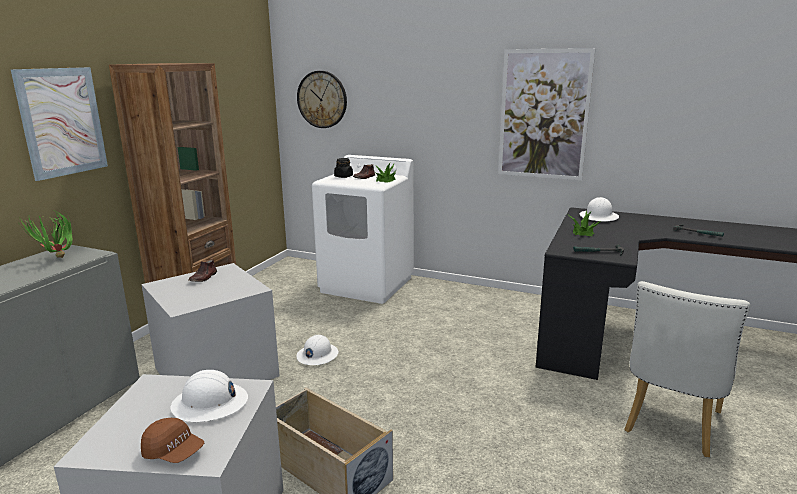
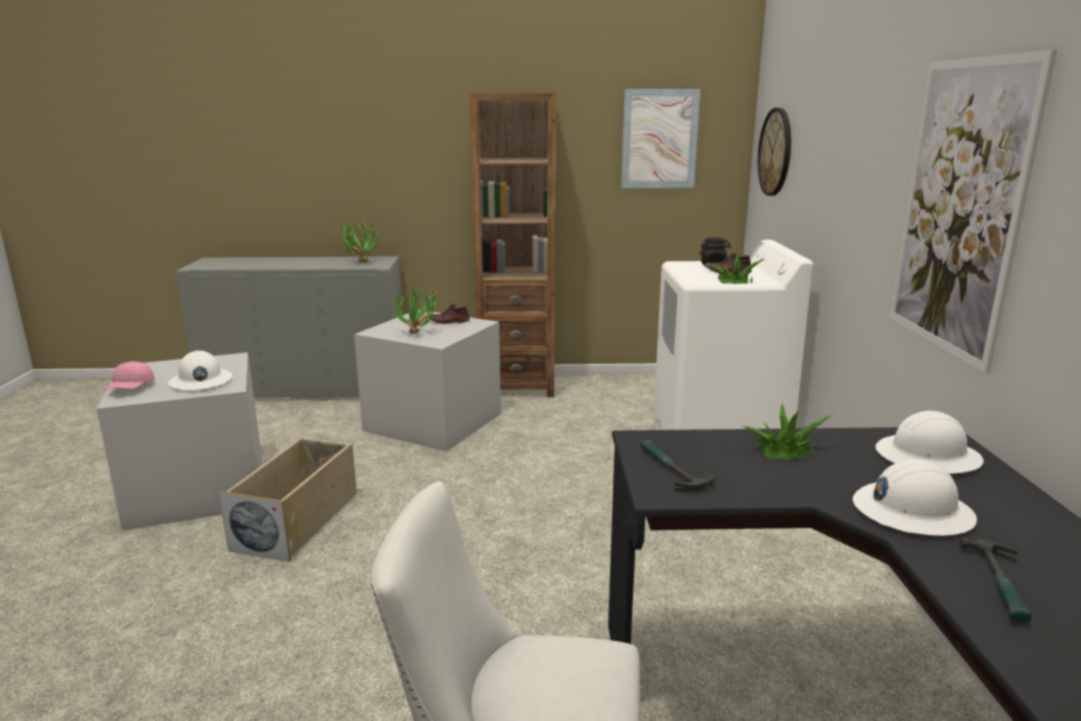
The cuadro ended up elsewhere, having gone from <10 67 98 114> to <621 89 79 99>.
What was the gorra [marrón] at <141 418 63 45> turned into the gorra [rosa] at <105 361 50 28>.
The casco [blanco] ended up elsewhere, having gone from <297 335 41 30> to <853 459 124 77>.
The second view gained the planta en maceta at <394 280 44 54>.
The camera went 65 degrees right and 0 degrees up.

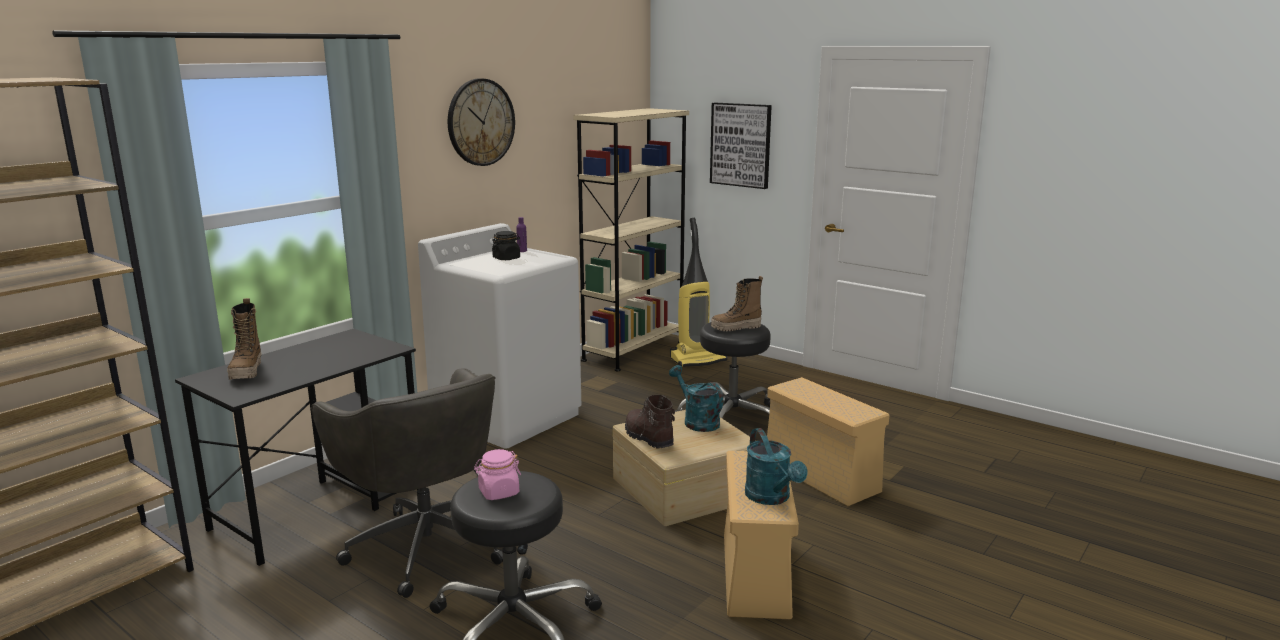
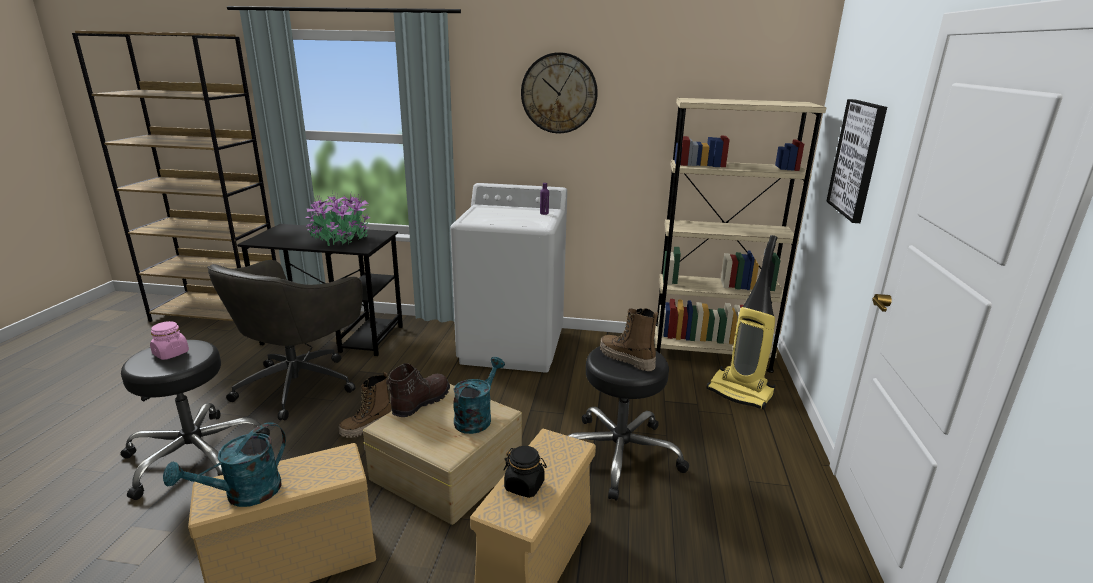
The bota ended up elsewhere, having gone from <227 298 34 82> to <339 372 53 66>.
The tarro [negro] ended up elsewhere, having gone from <492 231 28 29> to <503 446 44 52>.
The second view gained the planta en maceta at <305 192 66 54>.
The camera went 60 degrees right and 5 degrees up.

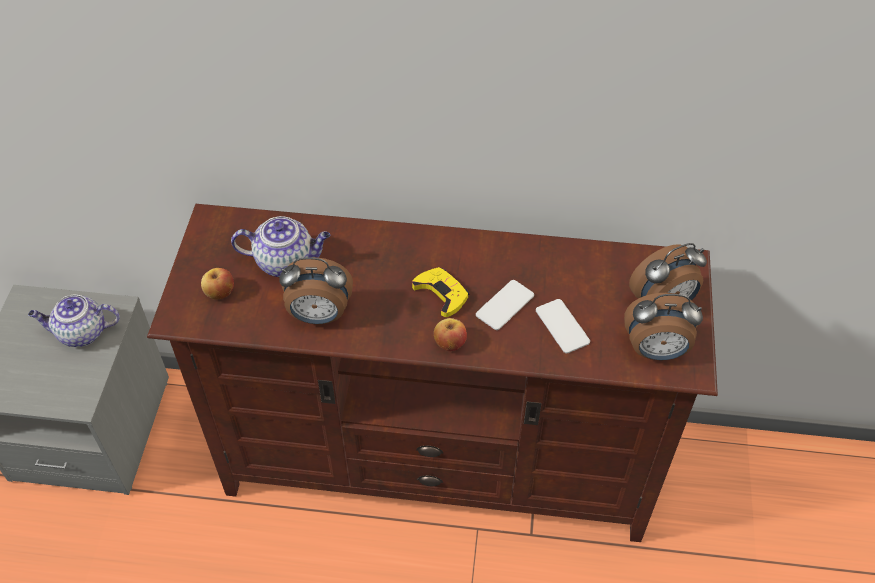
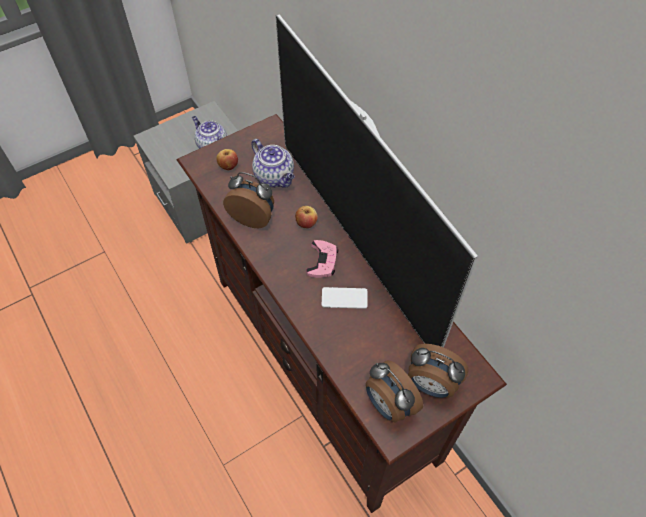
The despertador at <279 257 74 67> ended up facing another way, 150 degrees clockwise from before.
What was the mando de consola [amarillo] at <412 267 57 50> turned into the mando de consola [rosa] at <306 240 32 38>.
The manzana ended up elsewhere, having gone from <434 318 33 33> to <295 206 23 22>.
The second view lost the móvil at <536 299 54 54>.
The second view gained the televisor at <276 14 202 334>.
The camera went 50 degrees right and 5 degrees up.

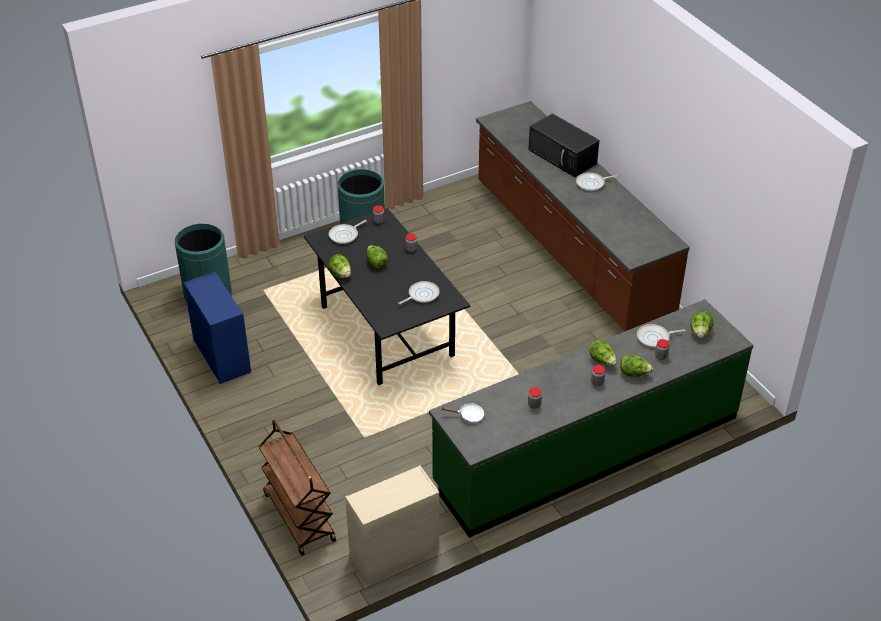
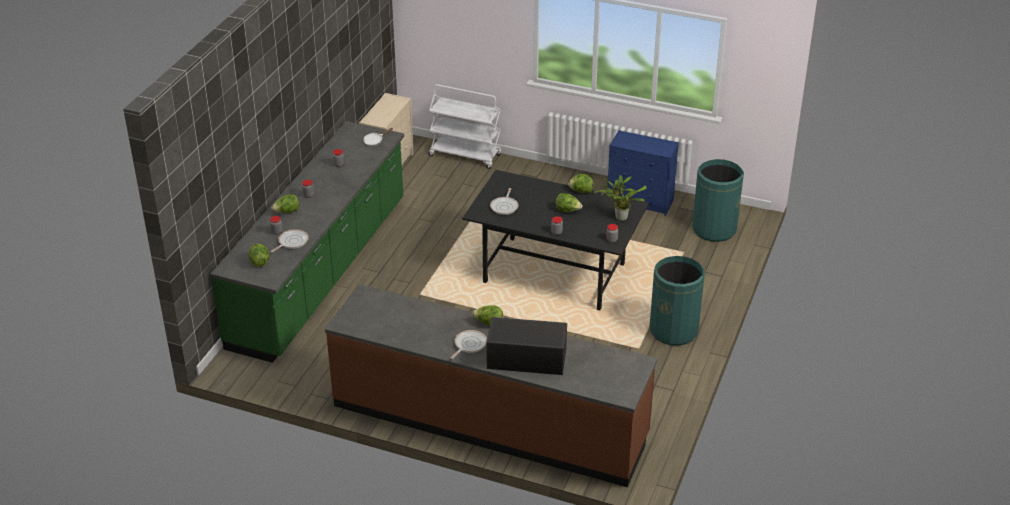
What was the carrito [marrón] at <258 420 78 136> turned into the carrito [blanco] at <428 84 74 85>.
Where the sartén stood at <329 220 38 24>, the planta en maceta came to stand at <594 175 53 46>.
The lechuga ended up elsewhere, having gone from <590 340 27 25> to <472 305 31 21>.
The camera went 140 degrees right and 5 degrees down.

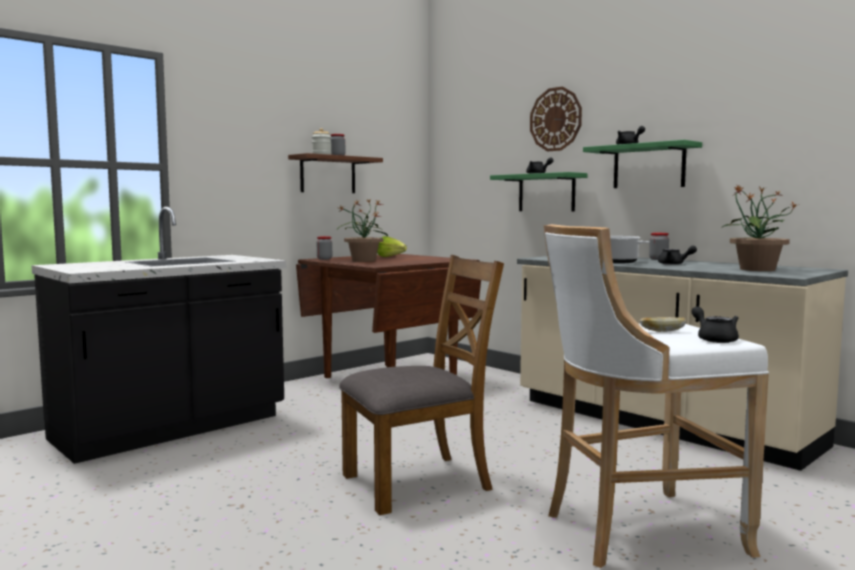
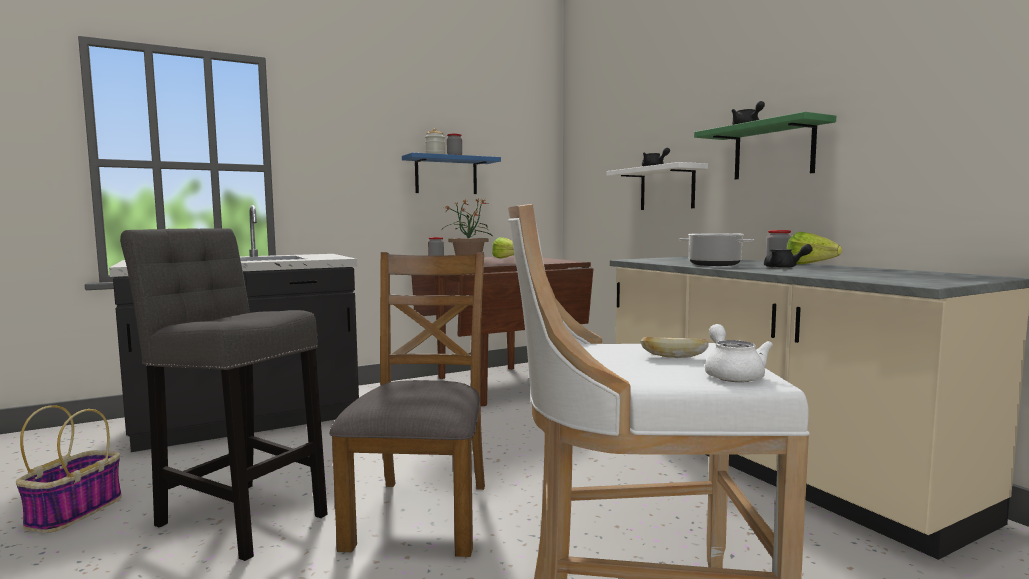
What was the estante [marrón] at <288 153 95 40> turned into the estante [azul] at <402 153 99 41>.
The silla [marrón] at <339 255 165 260> ended up facing another way, 75 degrees counterclockwise from before.
What was the estante [verde] at <490 172 98 40> turned into the estante [blanco] at <607 162 101 48>.
The second view lost the reloj de pared at <530 87 52 64>.
What was the tetera [negro] at <692 306 47 37> turned into the tetera [blanco] at <705 324 68 58>.
The second view lost the planta en maceta at <721 186 79 85>.
The second view gained the cesta at <16 405 106 128>.
The second view gained the taburete [gris] at <120 228 208 333>.
The second view gained the lechuga at <787 232 55 32>.
The camera went 15 degrees right and 0 degrees up.

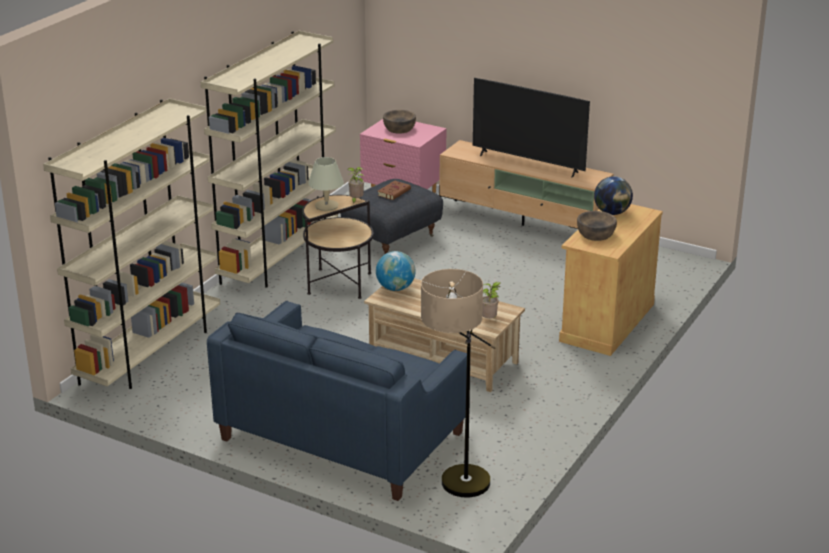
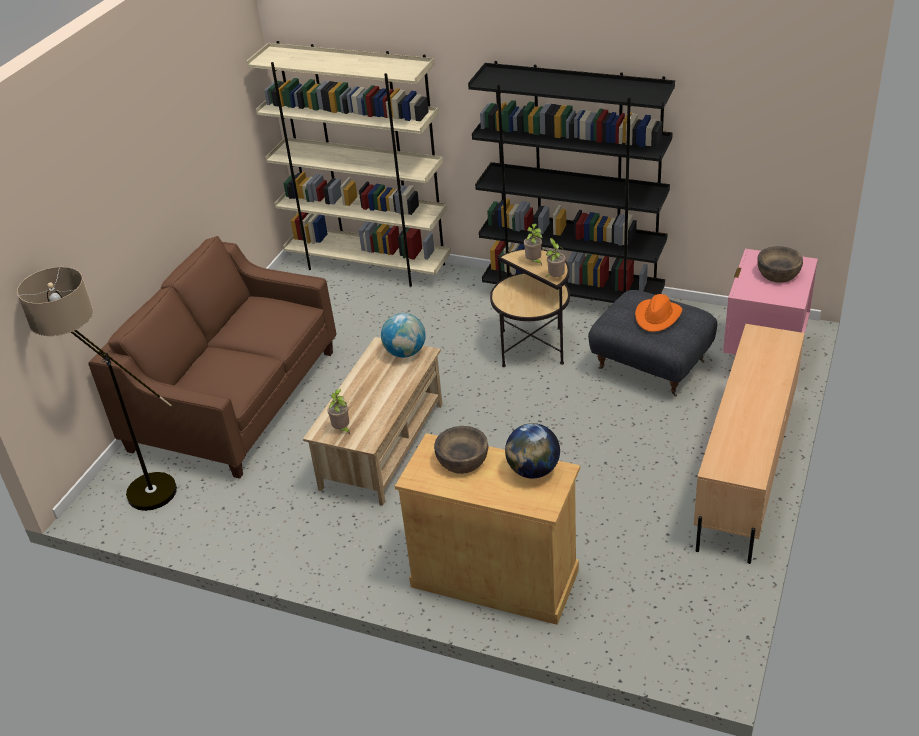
What was the estantería [beis] at <201 31 137 257> turned into the estantería [negro] at <468 61 207 242>.
What was the sofá [azul] at <207 301 263 200> turned into the sofá [marrón] at <88 236 248 243>.
Where the lámpara de mesa [beis] stood at <308 157 36 54>, the planta en maceta came to stand at <524 224 18 41>.
Where the libro [marrón] stood at <377 181 34 19>, the sombrero [naranja] came to stand at <635 294 47 38>.
The second view lost the televisor at <473 78 117 99>.
The camera went 85 degrees right and 10 degrees up.

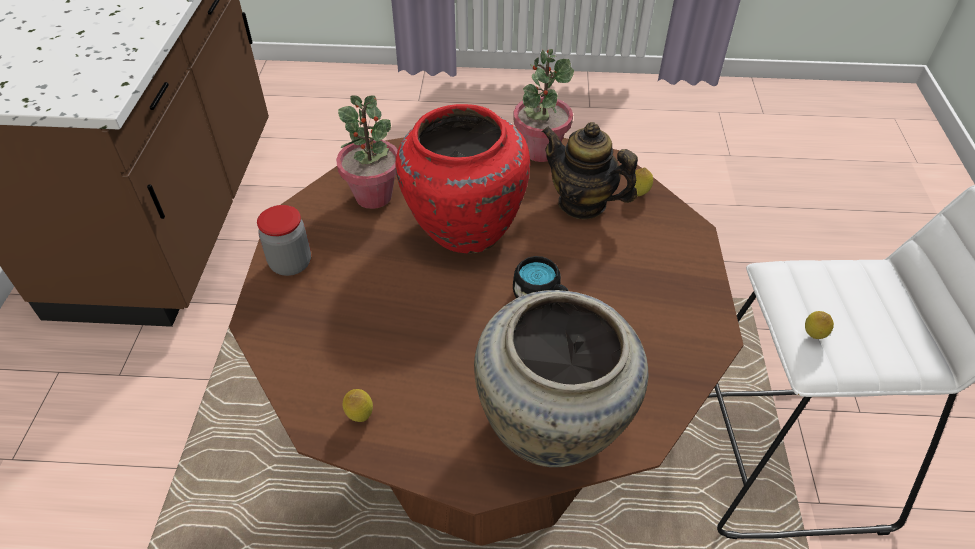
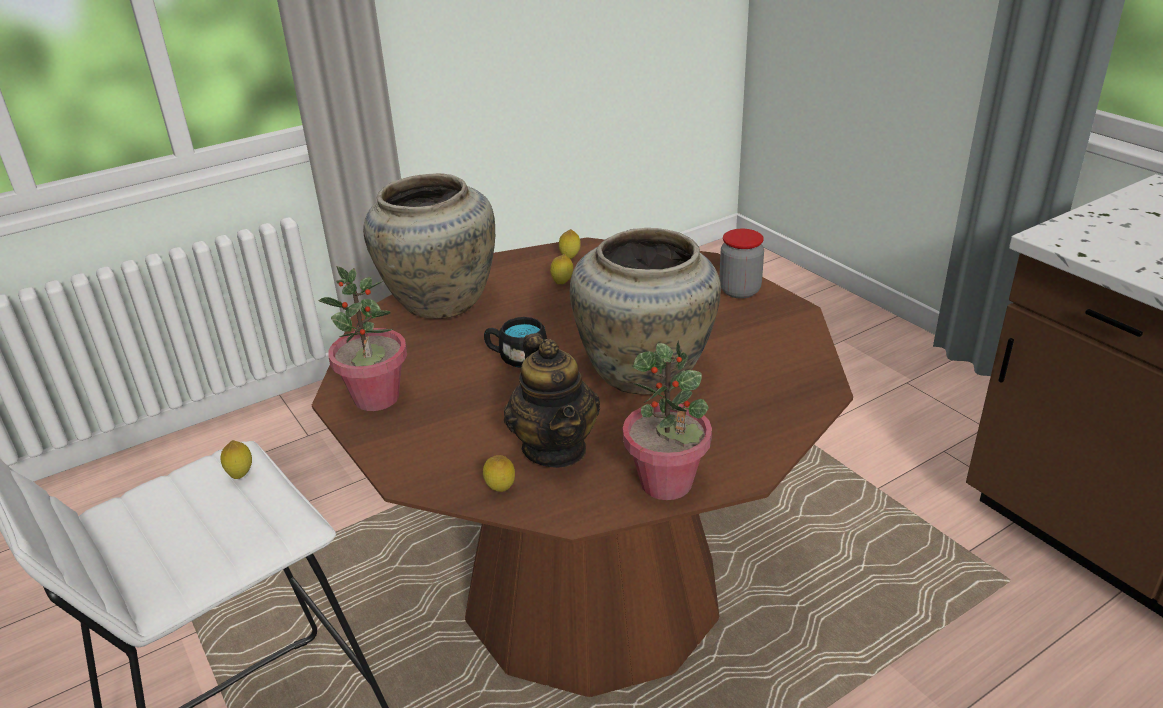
The planta en maceta ended up elsewhere, having gone from <336 96 62 113> to <319 266 88 145>.
What was the florero [rojo] at <396 104 134 150> turned into the florero [beis] at <570 228 151 167>.
The tetera at <542 122 96 97> ended up facing another way, 75 degrees clockwise from before.
The second view gained the limón at <550 254 23 30>.
The camera went 145 degrees right and 15 degrees down.

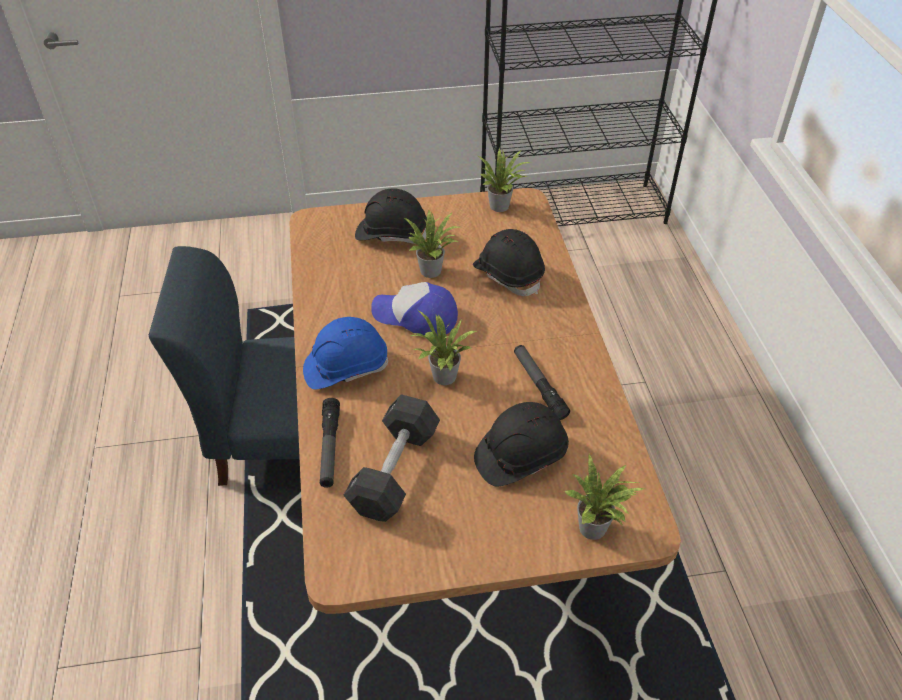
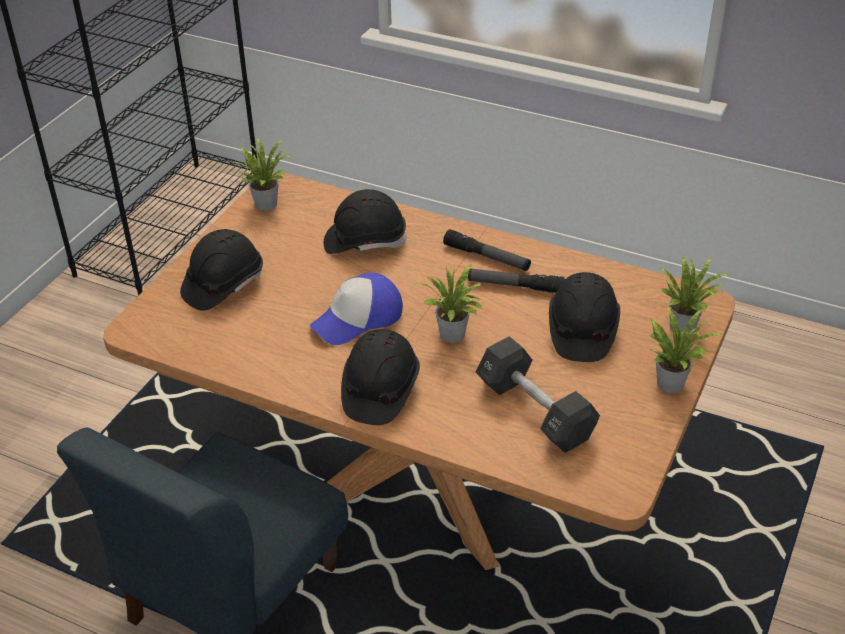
What was the casco [azul] at <303 317 85 72> turned into the casco [negro] at <341 329 79 96>.
The linterna ended up elsewhere, having gone from <320 398 20 90> to <443 229 88 42>.
The planta en maceta ended up elsewhere, having gone from <405 209 55 69> to <649 304 75 89>.
The camera went 55 degrees left and 5 degrees down.

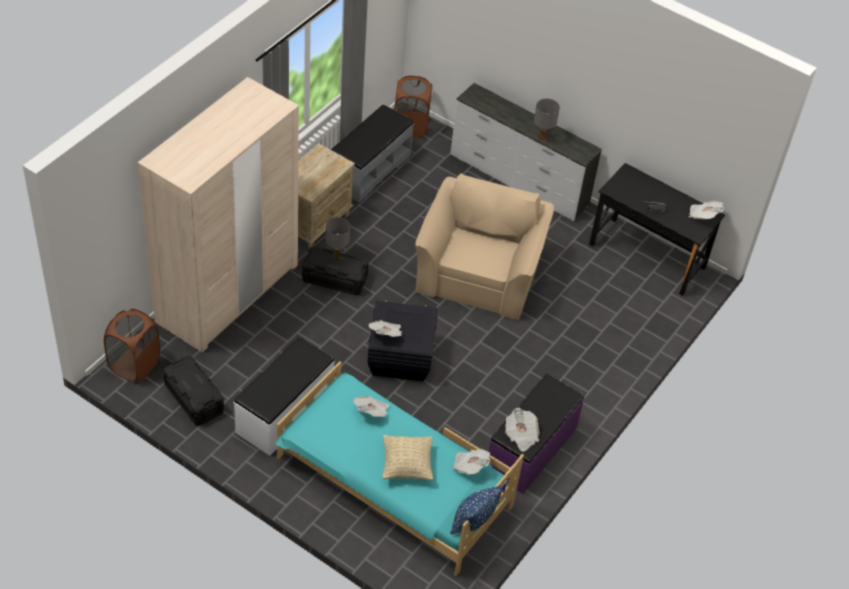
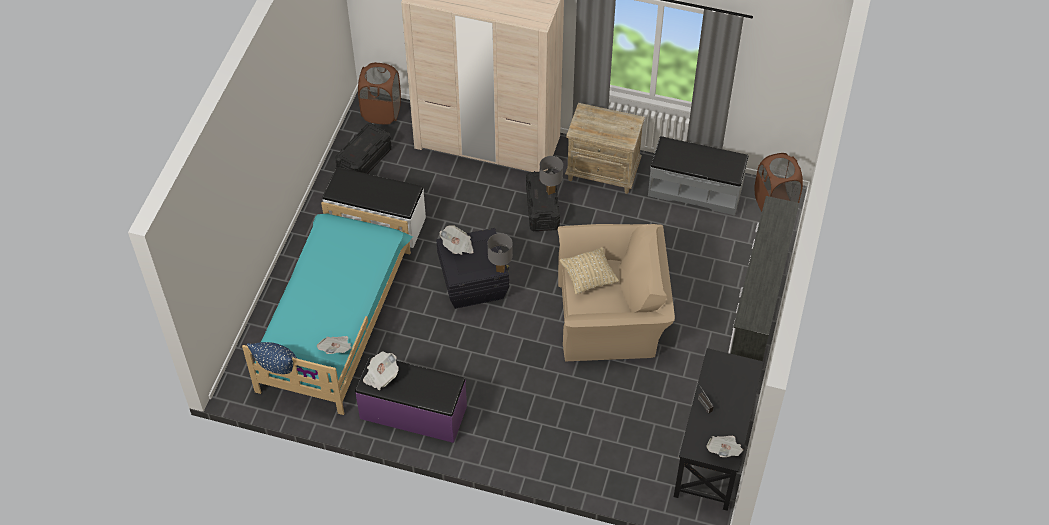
The second view lost the periódico at <353 396 36 21>.
The cojín [beis] ended up elsewhere, having gone from <382 435 51 45> to <559 247 60 47>.
The lámpara de mesa [gris] ended up elsewhere, having gone from <534 98 26 43> to <487 233 26 40>.
The camera went 75 degrees right and 5 degrees up.

